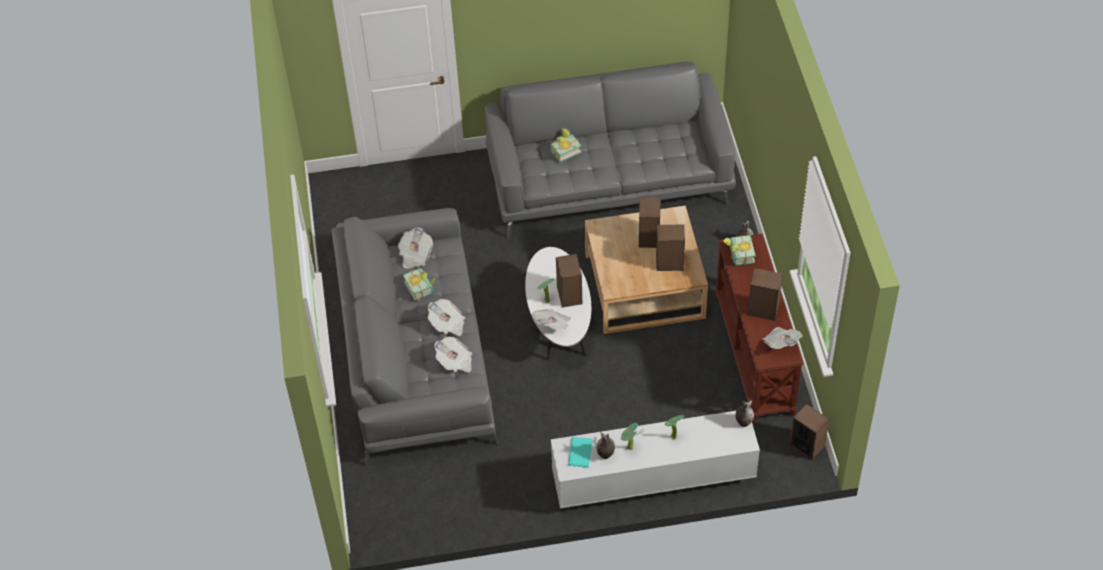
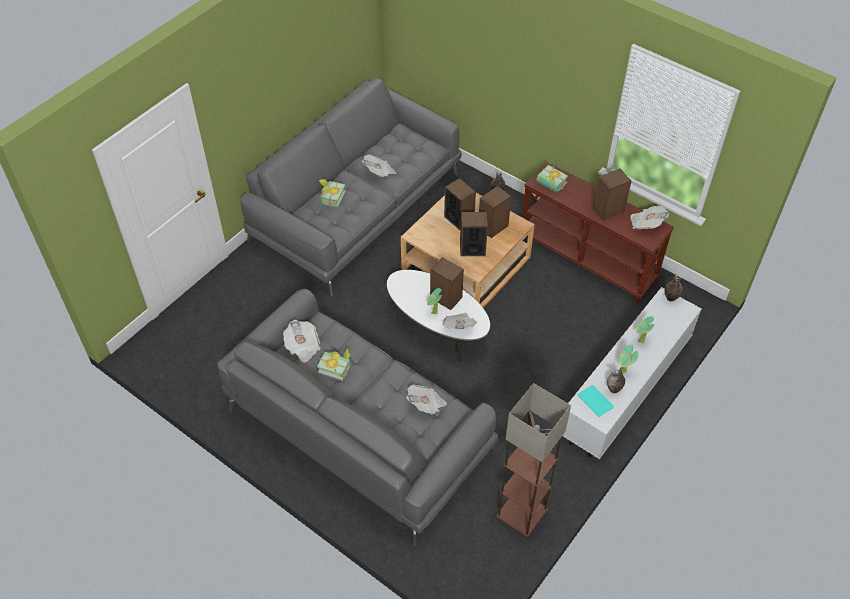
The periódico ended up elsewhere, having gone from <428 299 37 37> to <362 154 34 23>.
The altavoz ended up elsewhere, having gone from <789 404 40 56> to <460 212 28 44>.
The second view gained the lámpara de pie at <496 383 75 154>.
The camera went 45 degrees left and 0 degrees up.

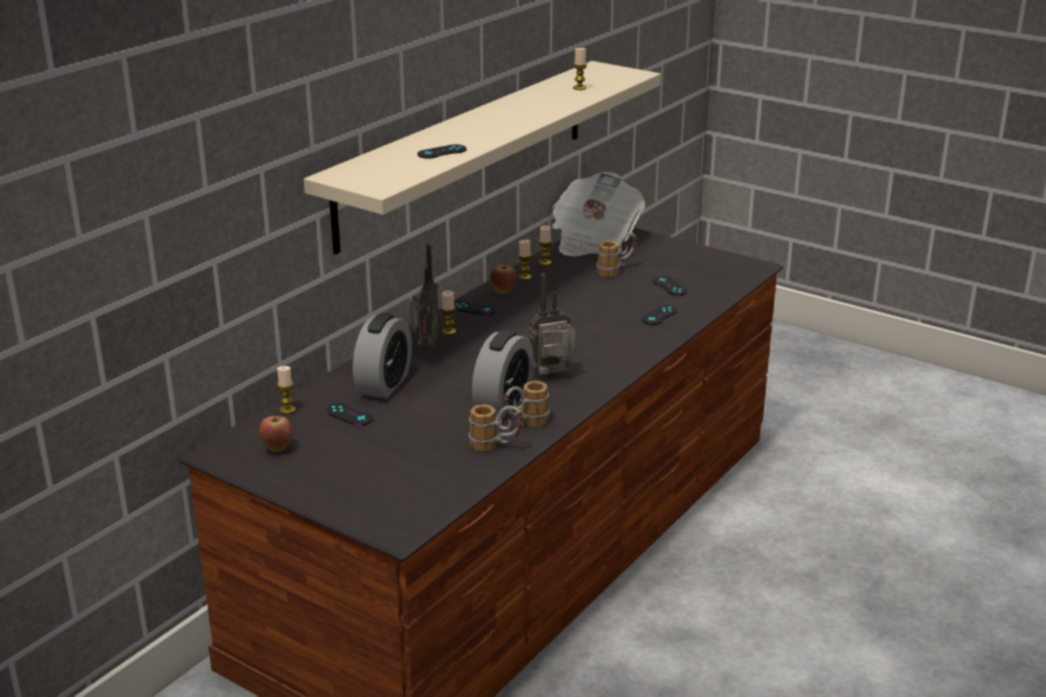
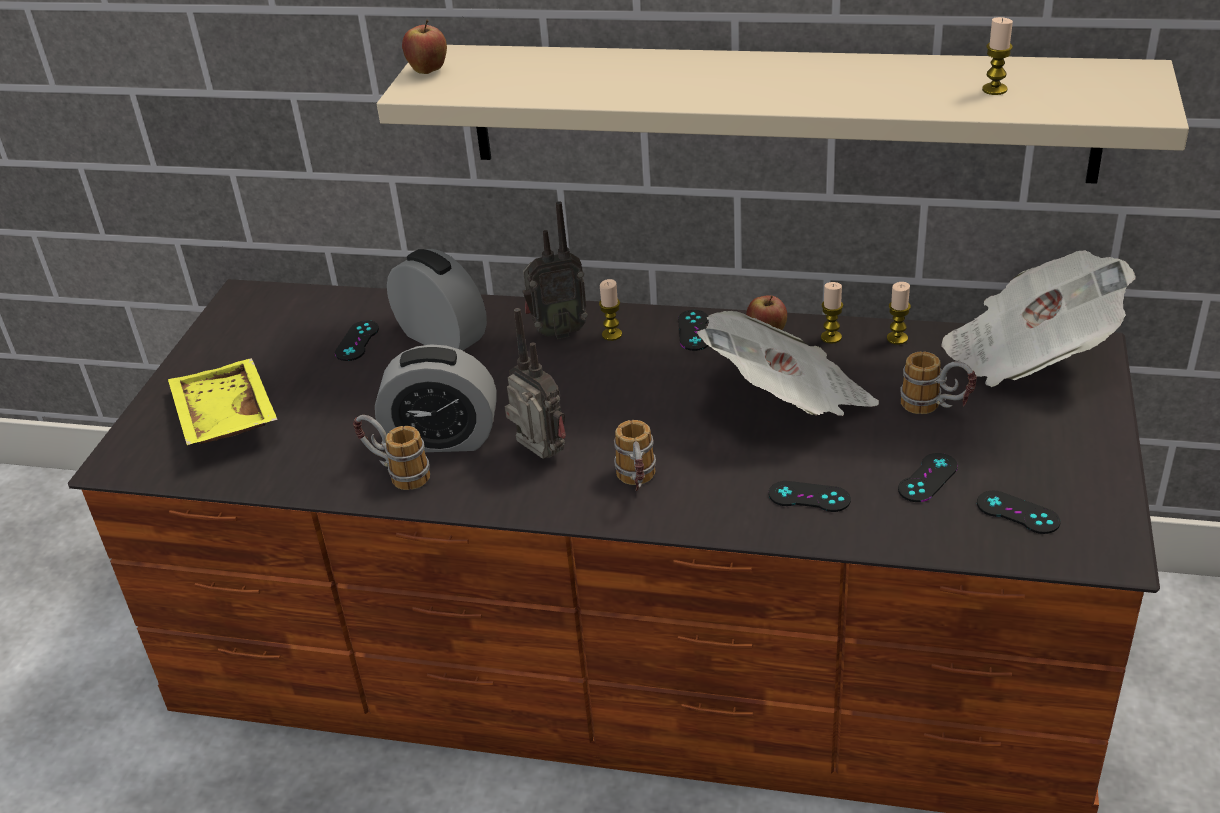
The manzana ended up elsewhere, having gone from <259 411 33 41> to <402 20 45 54>.
The second view lost the vela at <277 366 19 48>.
The despertador at <353 313 59 86> ended up facing another way, 135 degrees counterclockwise from before.
The mando de consola [negro] ended up elsewhere, having gone from <417 144 50 15> to <977 491 83 43>.
The taza grande ended up elsewhere, having gone from <468 404 56 48> to <614 420 42 71>.
The second view gained the bandeja [amarillo] at <168 358 110 87>.
The second view gained the periódico at <697 311 182 105>.
The camera went 70 degrees right and 10 degrees up.

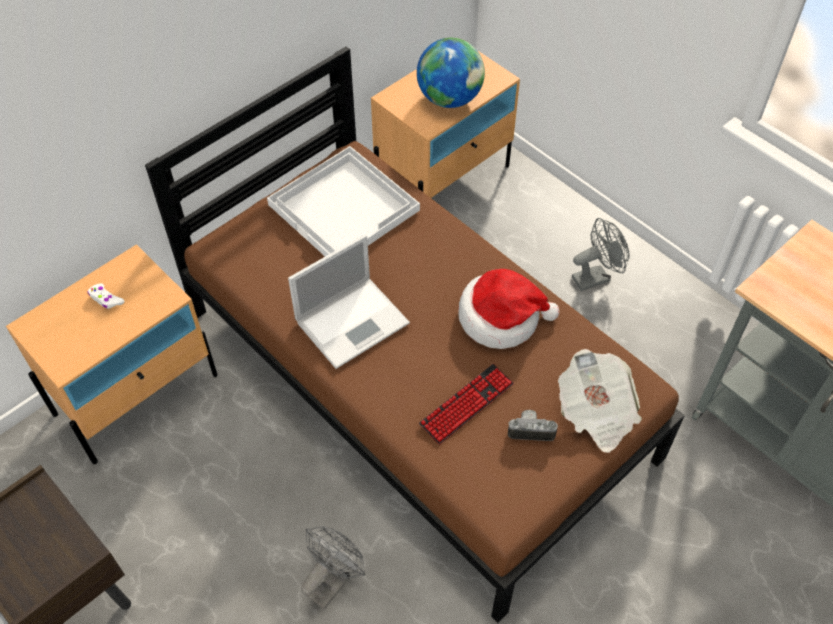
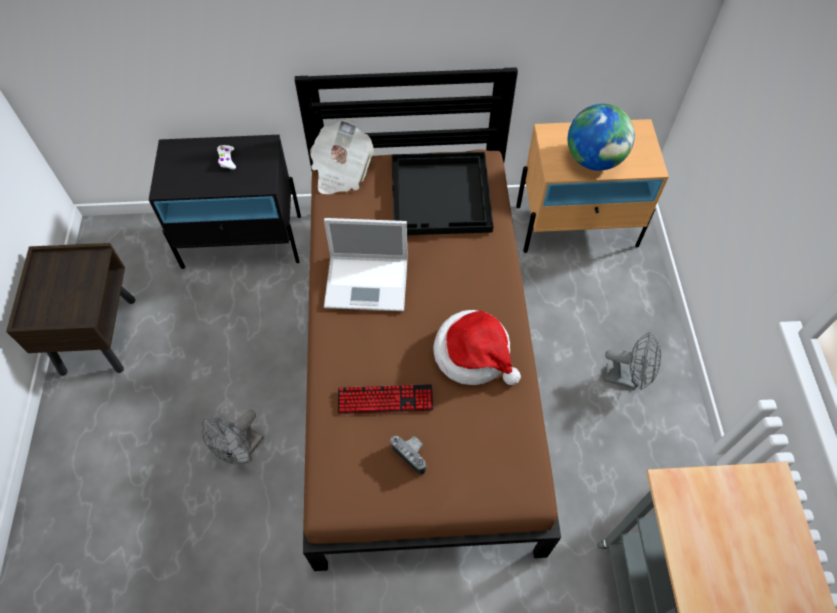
What was the mesita de noche [beis] at <6 244 212 220> turned into the mesita de noche [negro] at <149 135 152 134>.
What was the bandeja [blanco] at <267 146 153 110> turned into the bandeja [negro] at <392 152 102 83>.
The ventilador [gris] at <301 526 64 84> ended up facing another way, 135 degrees clockwise from before.
The periódico ended up elsewhere, having gone from <558 349 84 104> to <310 120 64 74>.
The camera went 40 degrees right and 5 degrees up.

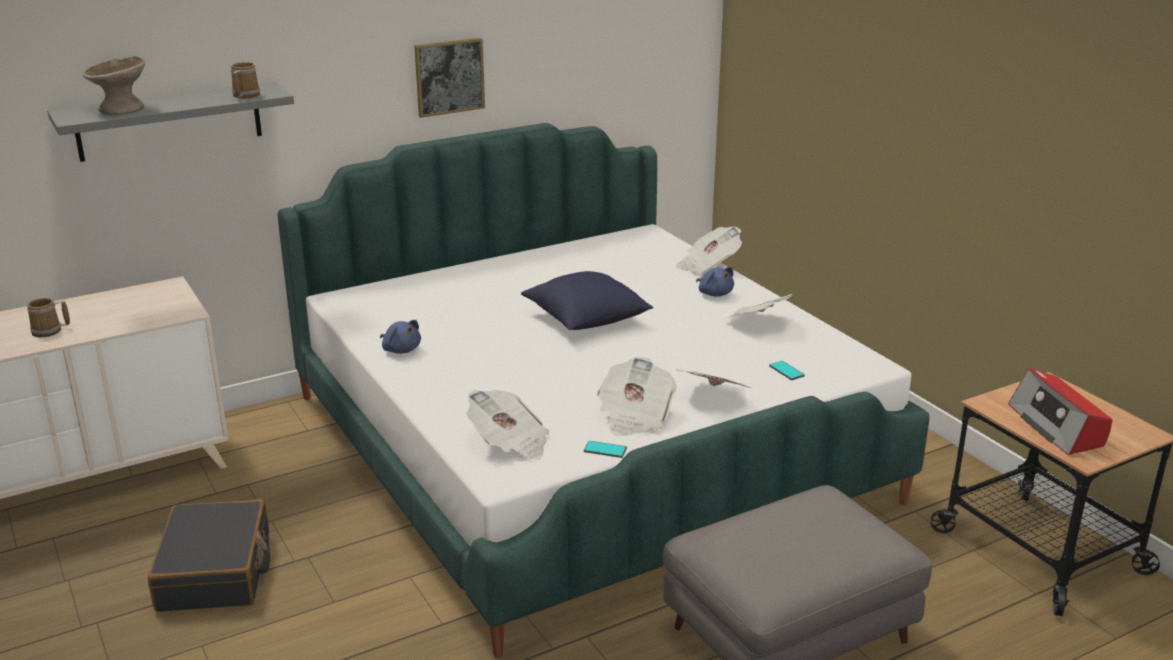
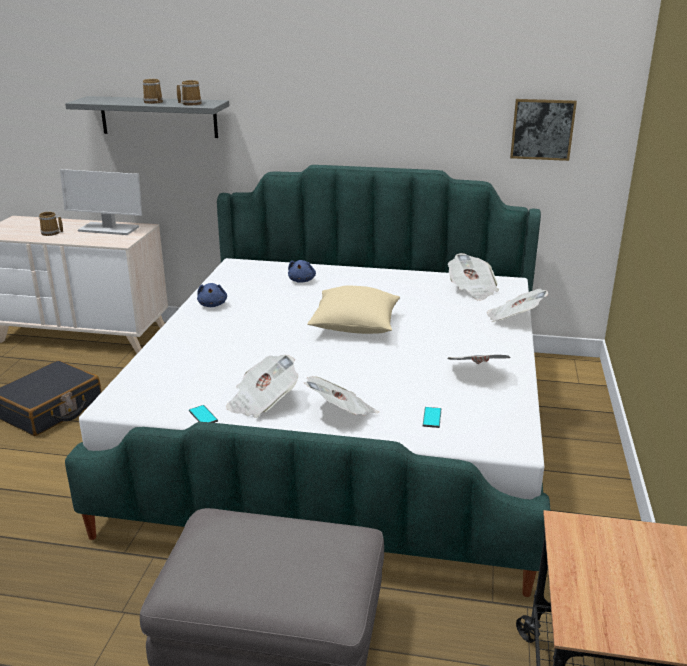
The second view lost the cuenco [beis] at <83 56 62 59>.
The cuadro ended up elsewhere, having gone from <414 38 71 80> to <510 99 67 62>.
The periódico ended up elsewhere, having gone from <466 390 83 70> to <448 253 51 48>.
What was the cojín [azul] at <521 271 132 59> turned into the cojín [beis] at <307 285 93 49>.
The peluche [azul] ended up elsewhere, having gone from <696 267 38 30> to <288 260 28 23>.
The second view lost the radio at <1008 368 104 87>.
The second view gained the monitor at <60 169 82 66>.
The second view gained the taza grande at <143 79 20 25>.
The camera went 40 degrees right and 0 degrees up.

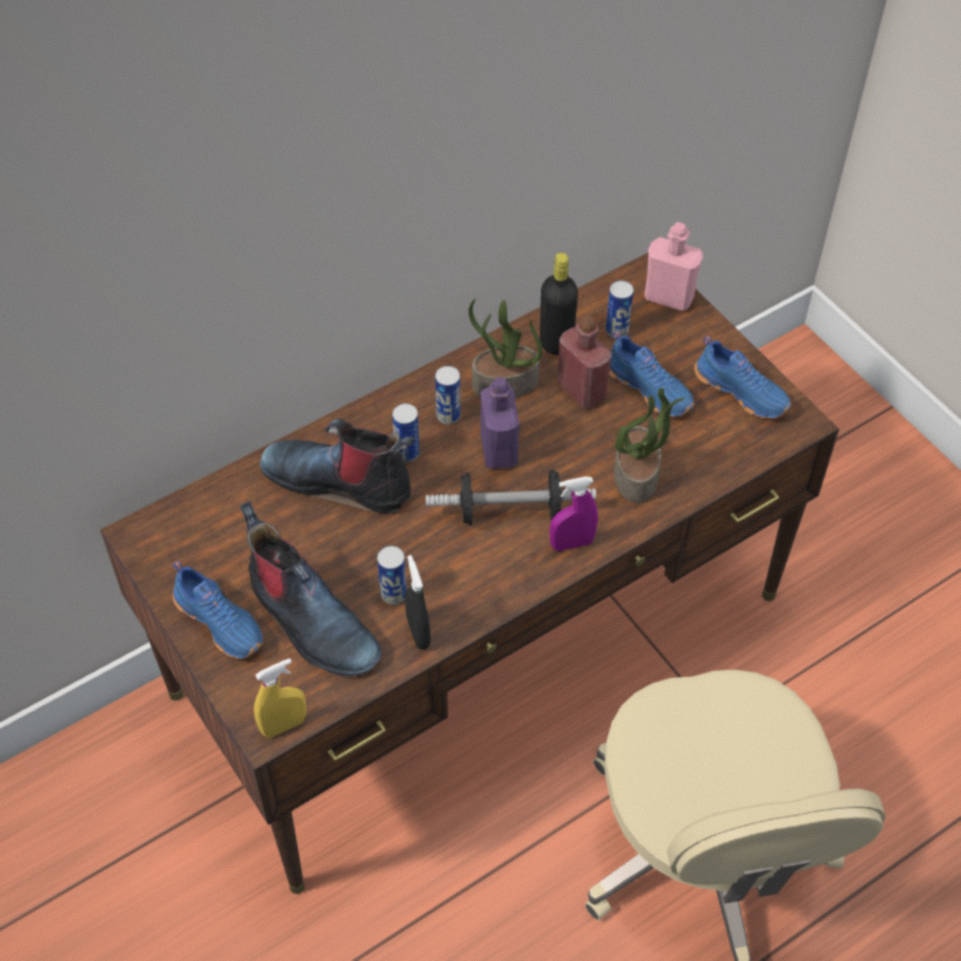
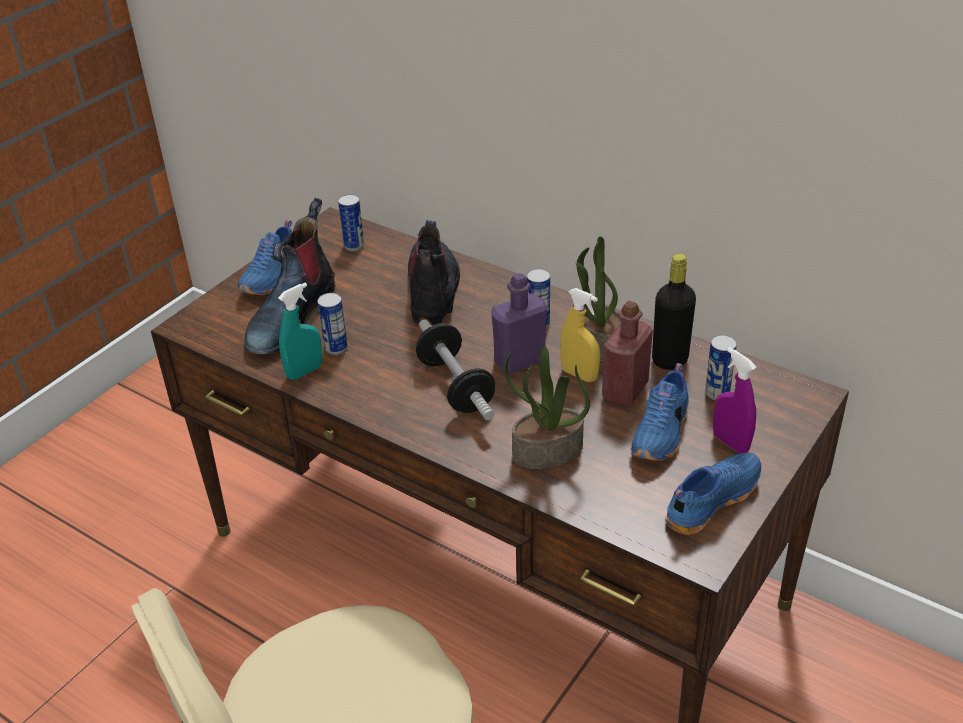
The pulverizador [amarillo] ended up elsewhere, having gone from <254 658 52 80> to <560 288 40 94>.
The lata ended up elsewhere, having gone from <392 403 27 59> to <338 194 26 57>.
What was the pulverizador [negro] at <405 555 26 95> turned into the pulverizador [turquesa] at <278 282 44 98>.
The pulverizador [morado] ended up elsewhere, having gone from <550 477 48 74> to <713 347 44 106>.
The second view lost the botella [rosa] at <644 222 59 89>.
The zapato [azul] at <694 336 97 83> ended up facing another way, 150 degrees counterclockwise from before.
The camera went 70 degrees right and 15 degrees down.

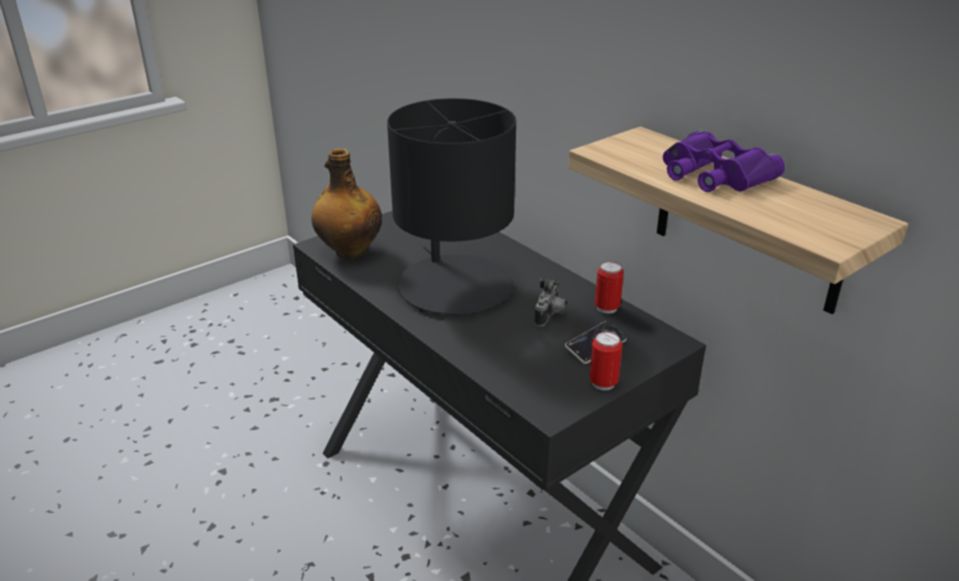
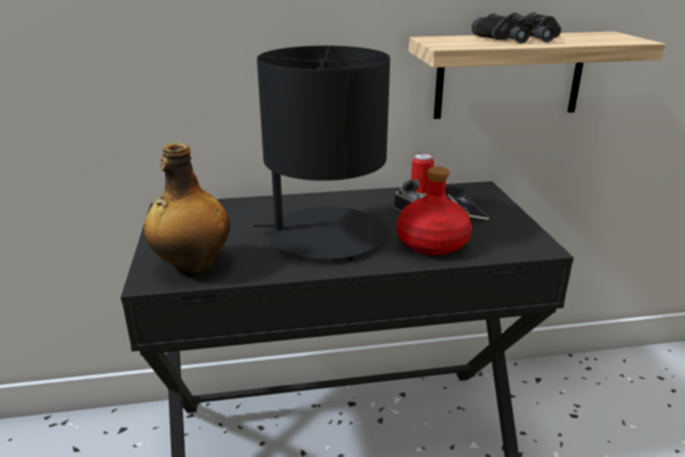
The second view lost the lata at <589 332 33 58>.
What was the prismáticos [morado] at <663 130 122 62> turned into the prismáticos [negro] at <472 12 89 31>.
The second view gained the botella [rojo] at <397 166 75 89>.
The camera went 60 degrees left and 5 degrees down.

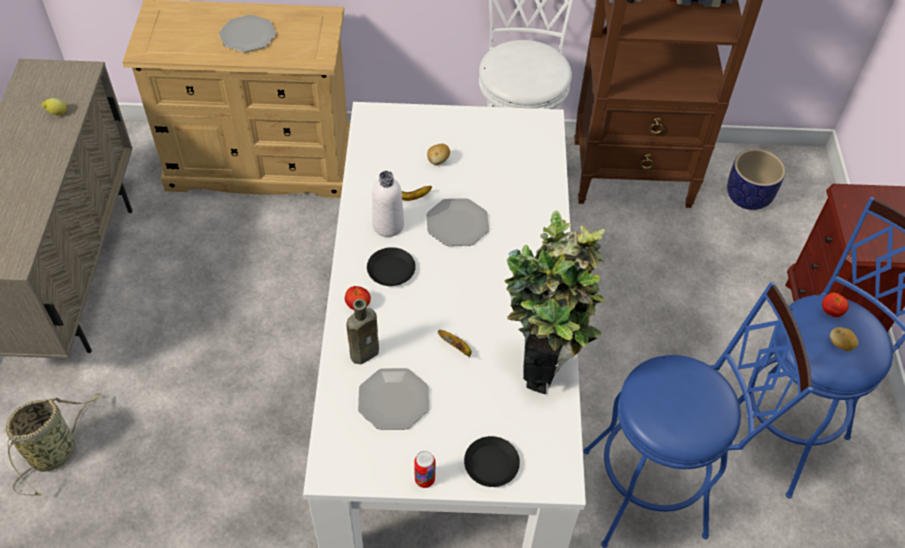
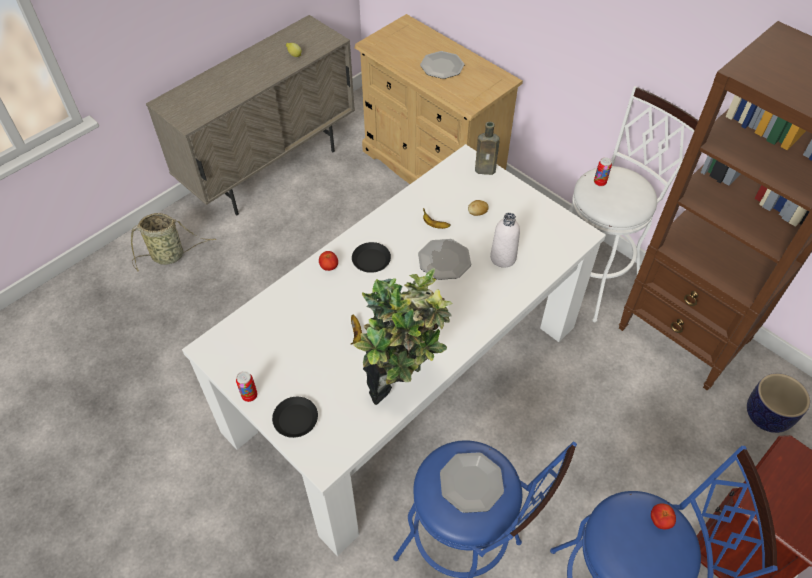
The botella [marrón] ended up elsewhere, having gone from <347 299 32 65> to <475 122 25 53>.
The plato ended up elsewhere, having gone from <358 368 71 62> to <440 452 64 61>.
The botella [blanco] ended up elsewhere, having gone from <372 171 32 66> to <490 213 30 55>.
The second view lost the patata at <830 327 28 24>.
The second view gained the lata at <594 157 18 29>.
The camera went 45 degrees right and 0 degrees up.

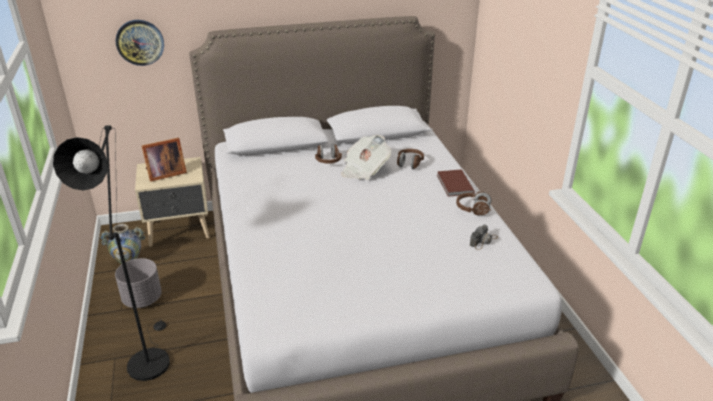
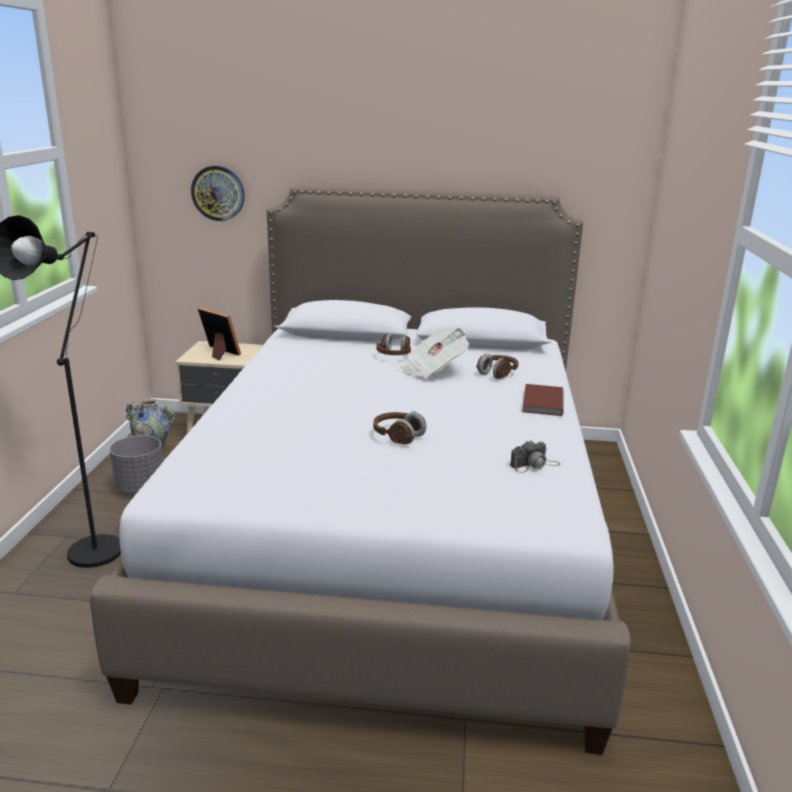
The portarretratos at <142 138 45 44> ended up facing another way, 135 degrees counterclockwise from before.
The auriculares [marrón] ended up elsewhere, having gone from <456 192 35 23> to <373 412 53 32>.
The camera went 20 degrees right and 10 degrees down.

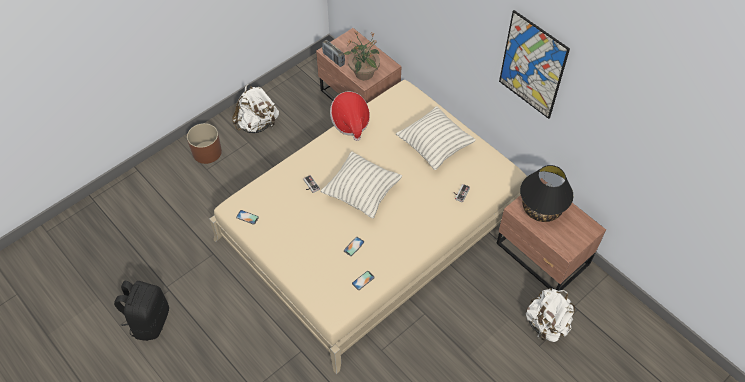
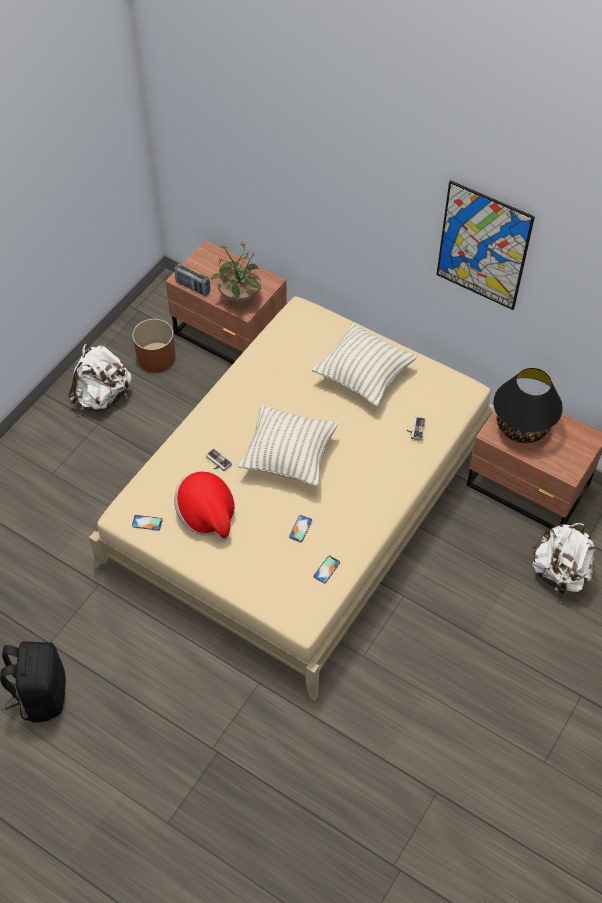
The maceta [marrón] ended up elsewhere, having gone from <187 123 35 41> to <132 319 44 53>.
The sombrero ended up elsewhere, having gone from <330 91 40 50> to <174 471 61 71>.
The camera went 15 degrees left and 0 degrees up.

